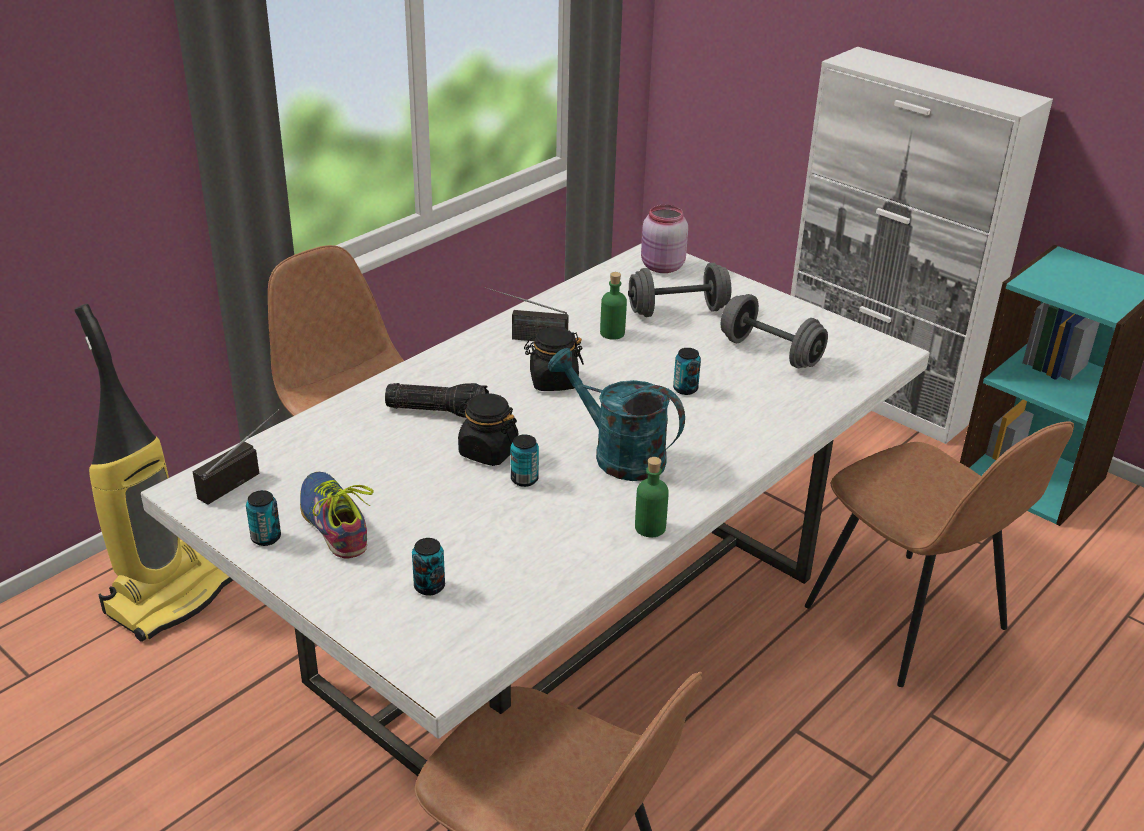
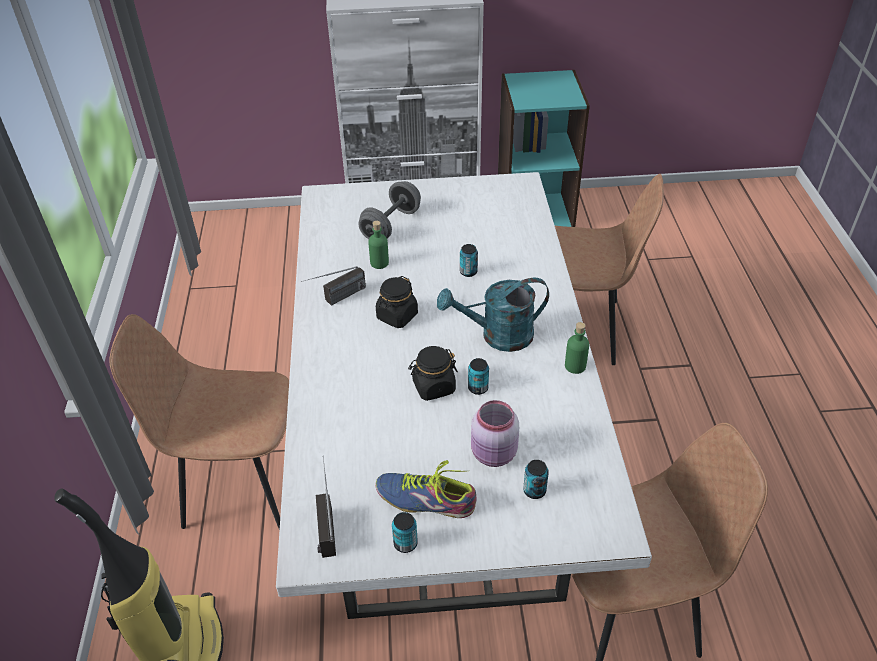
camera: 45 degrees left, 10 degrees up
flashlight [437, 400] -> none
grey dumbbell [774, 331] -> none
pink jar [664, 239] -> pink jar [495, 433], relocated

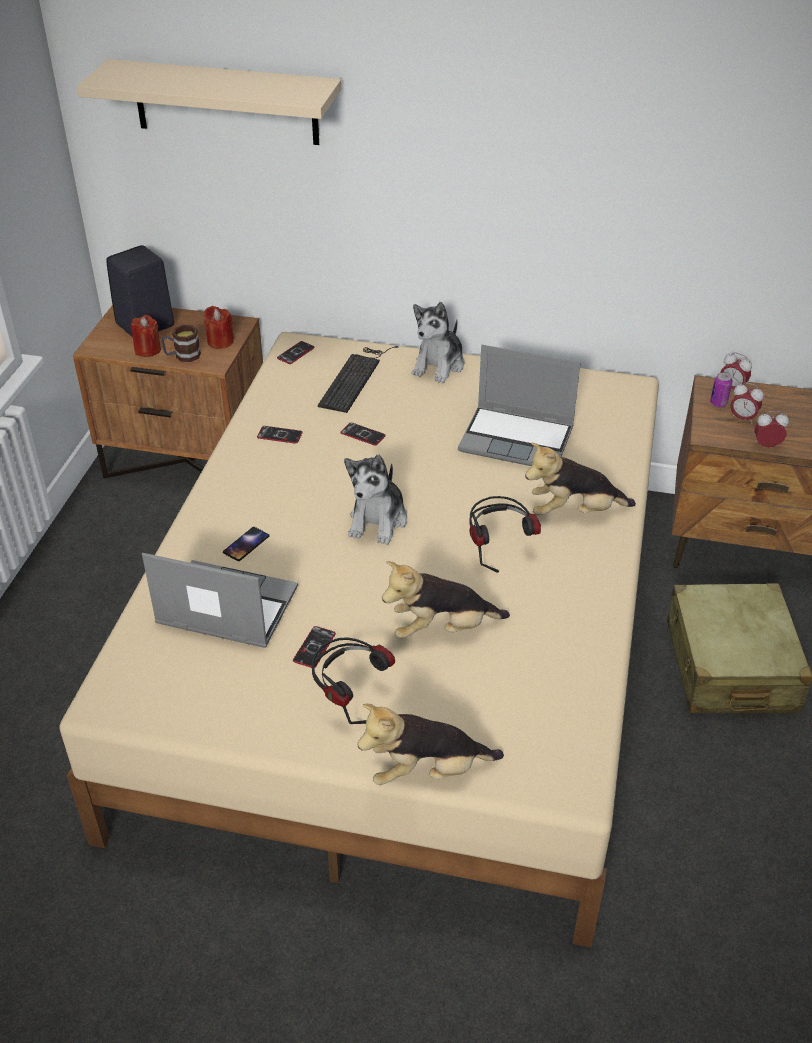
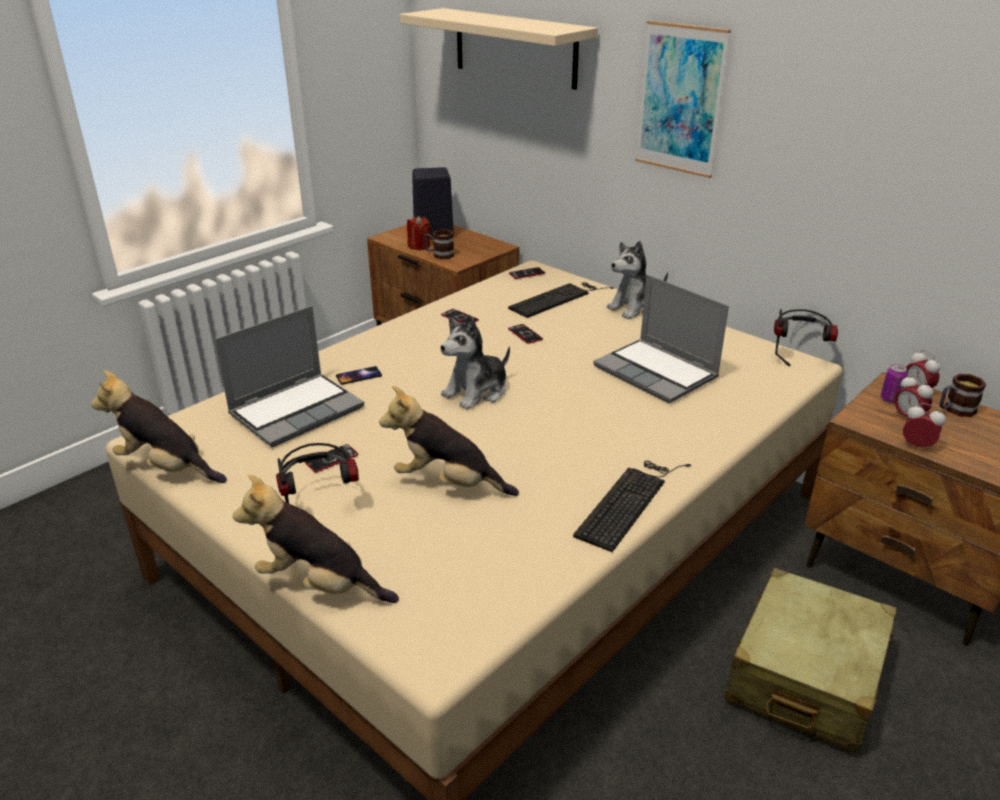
camera: 30 degrees right, 10 degrees down
red candle [219, 327] -> none
none -> keyboard [632, 506]
none -> picture [683, 99]
none -> mug [963, 395]
headphones [505, 534] -> headphones [806, 337], relocated
plush toy [580, 479] -> plush toy [159, 426], relocated
laptop [220, 600] -> laptop [289, 376], 90 degrees clockwise

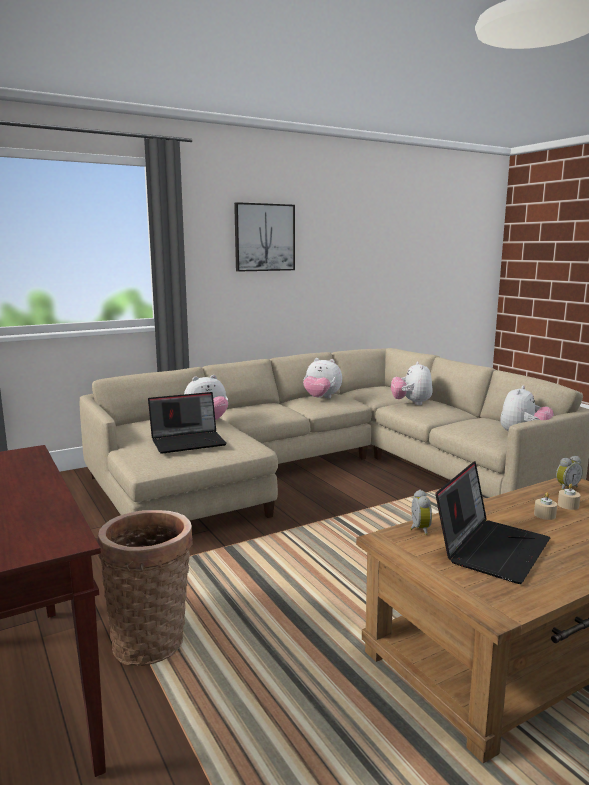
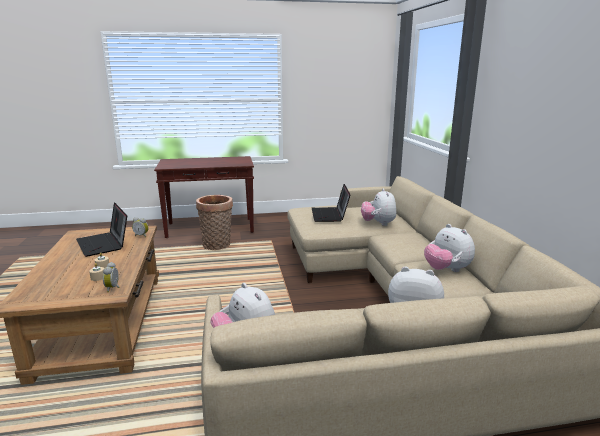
camera: 110 degrees right, 5 degrees up
picture [264, 237] -> none
plush toy [322, 378] -> plush toy [449, 248], 75 degrees counterclockwise

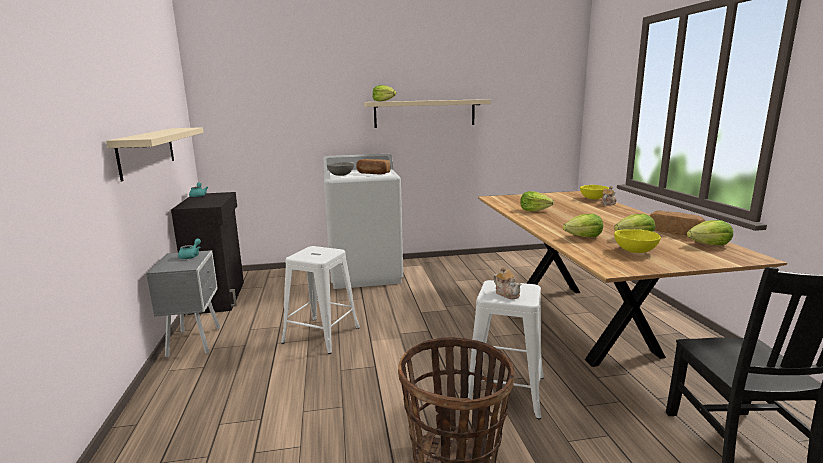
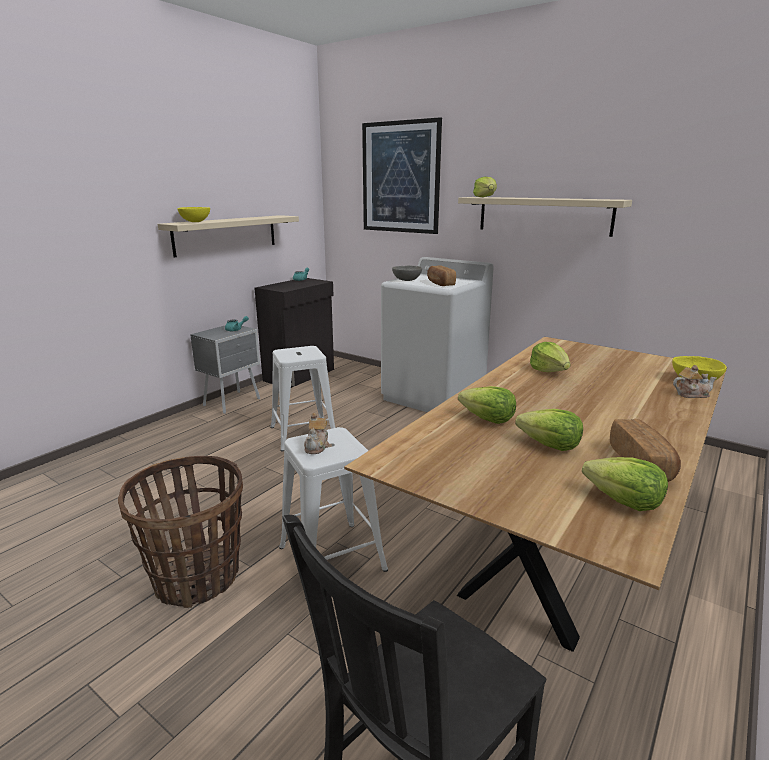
camera: 45 degrees right, 5 degrees up
none -> picture [402, 175]
yellow bowl [637, 241] -> yellow bowl [193, 214], relocated

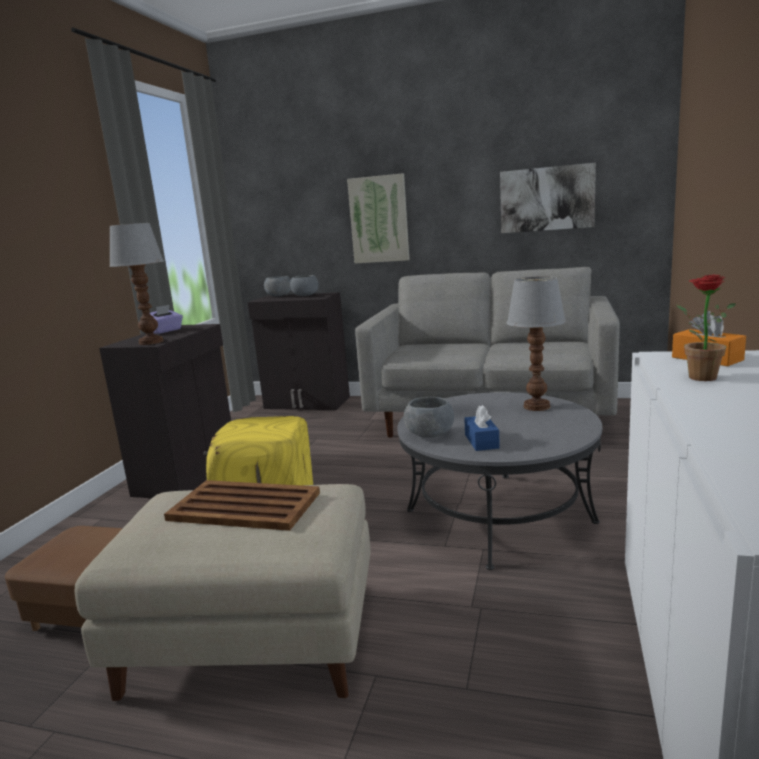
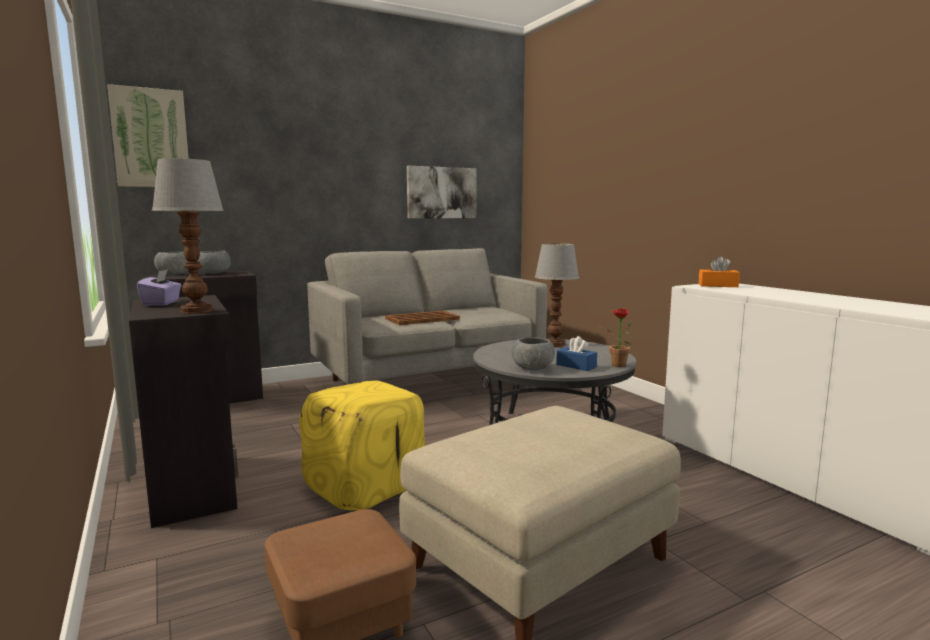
camera: 45 degrees left, 5 degrees down
brown tray [242, 505] -> brown tray [422, 317], relocated
picture [378, 218] -> picture [148, 135], relocated
potted plant [706, 328] -> potted plant [615, 337], relocated

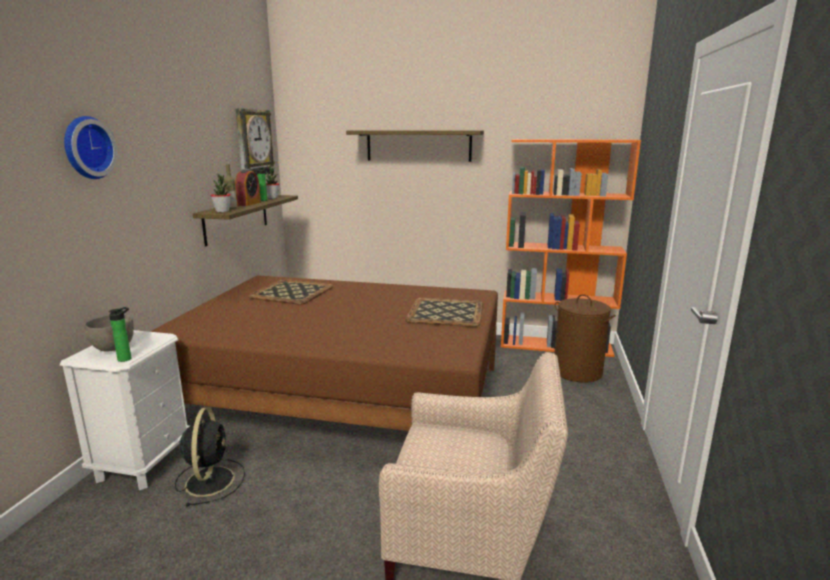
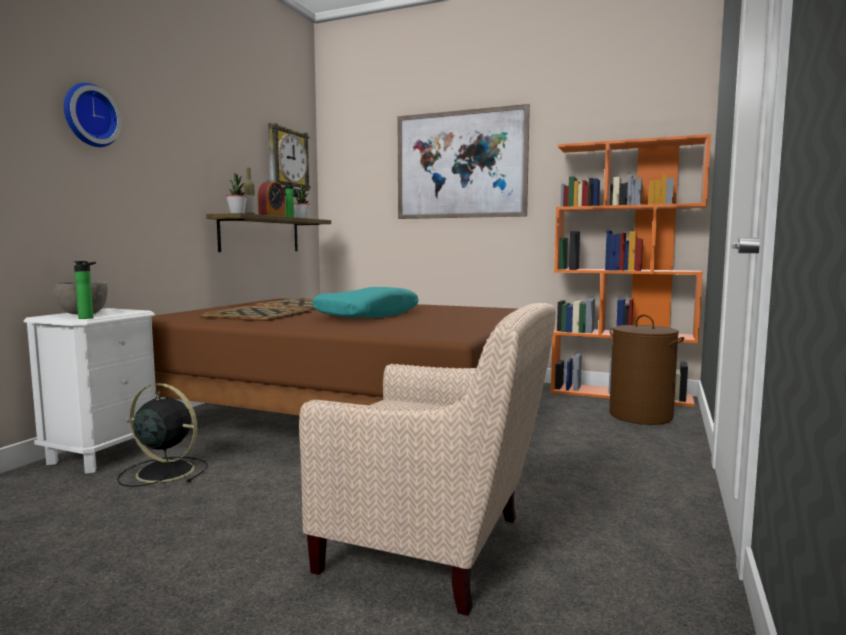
camera: 10 degrees right, 10 degrees down
none -> turquoise pillow [365, 302]
tray [444, 312] -> tray [255, 313], relocated
shelf [415, 146] -> picture [464, 161]
black fan [210, 457] -> black fan [162, 435], 75 degrees counterclockwise

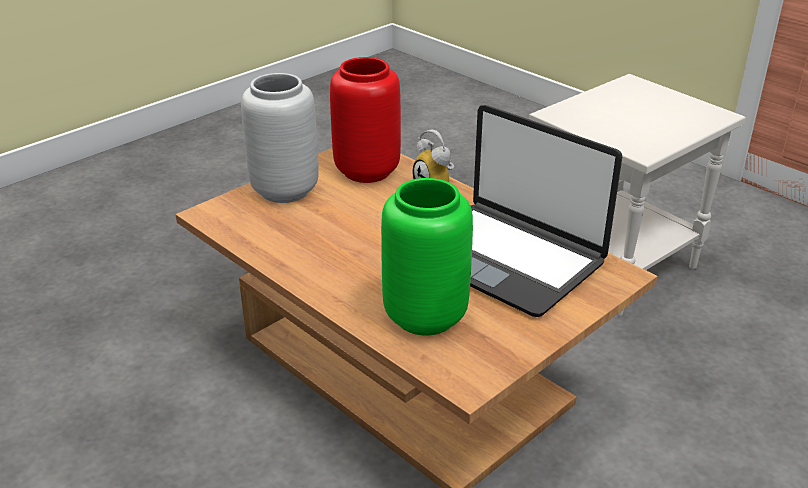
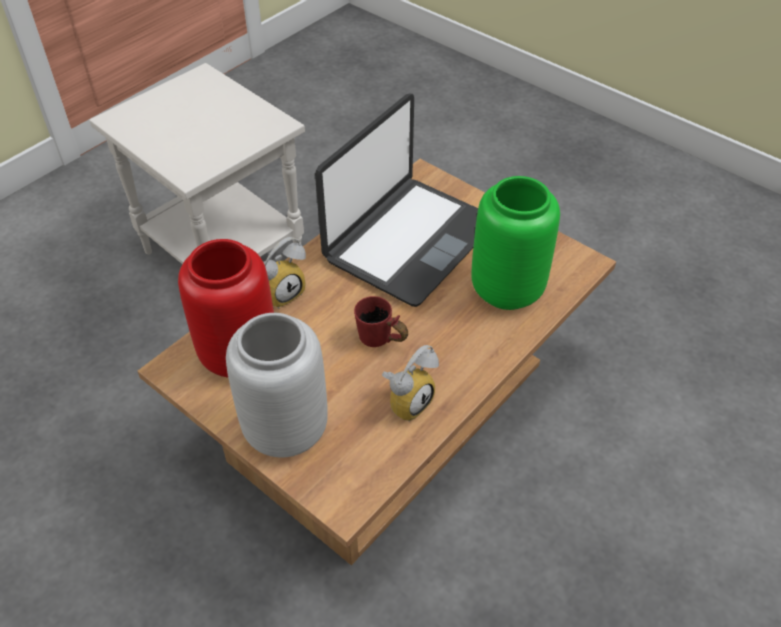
camera: 95 degrees left, 15 degrees up
none -> red mug [381, 321]
none -> alarm clock [410, 383]

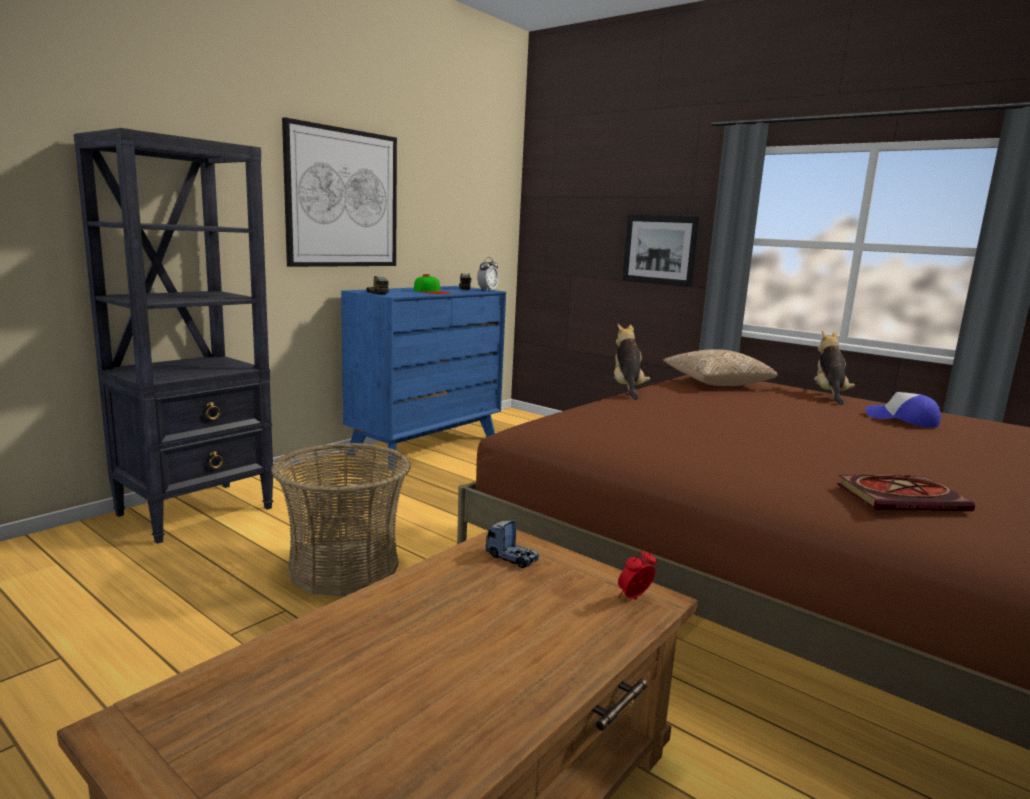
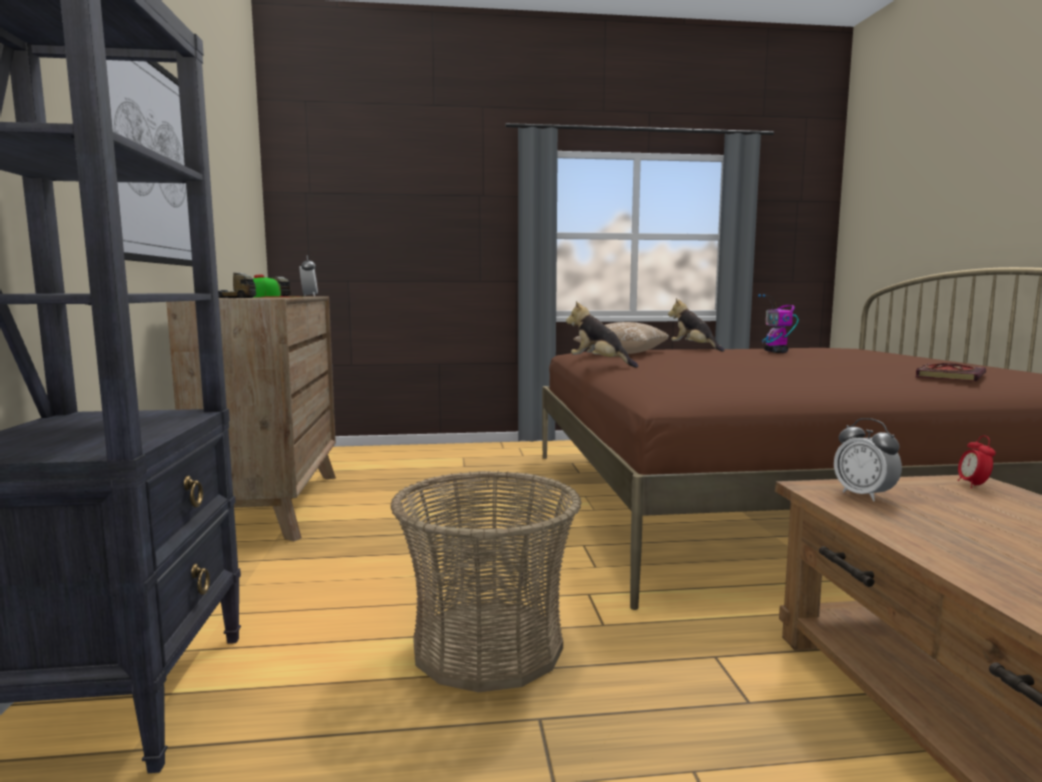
camera: 45 degrees left, 5 degrees down
picture [661, 250] -> none
toy truck [512, 544] -> alarm clock [868, 460]
cap [903, 410] -> toy robot [778, 323]
blue dresser [423, 378] -> brown dresser [251, 419]

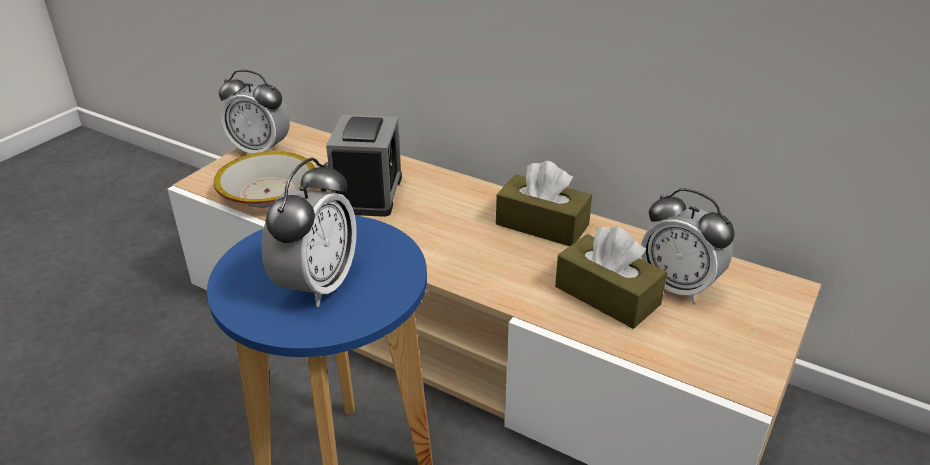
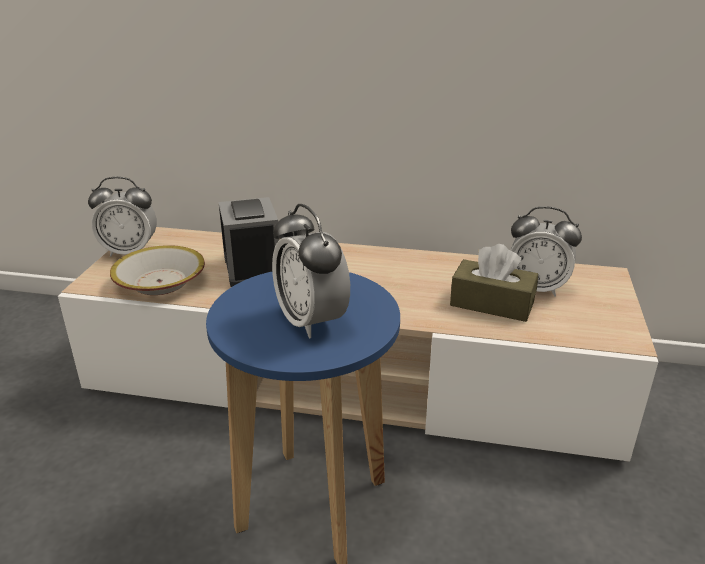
camera: 20 degrees left, 5 degrees down
brown tissue box [544, 203] -> none
alarm clock [309, 232] -> alarm clock [311, 271], 150 degrees clockwise

